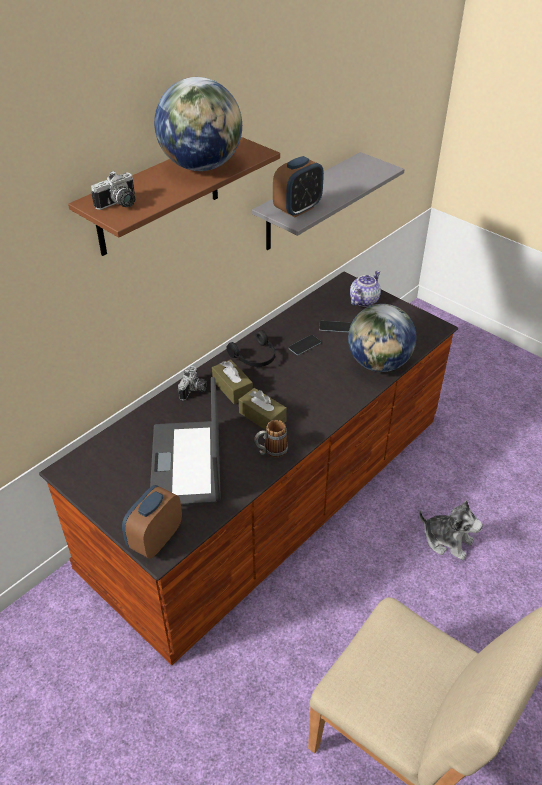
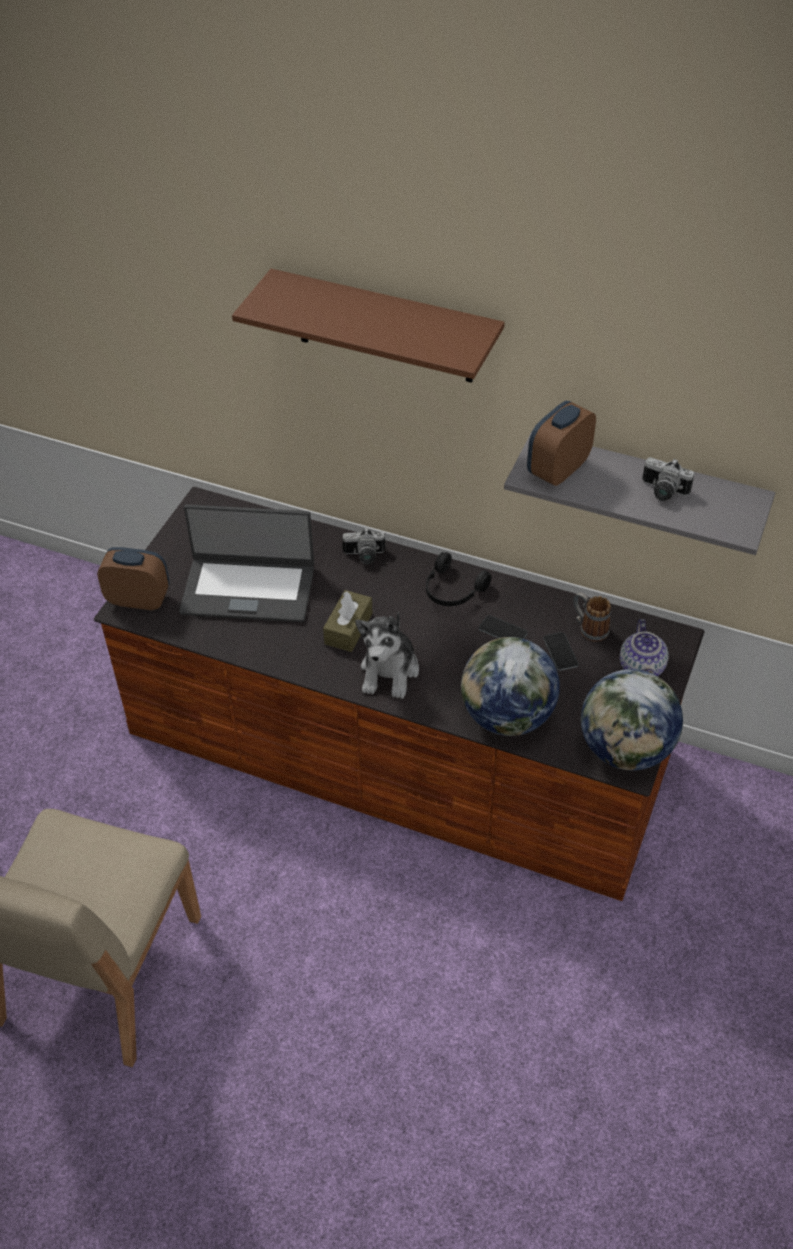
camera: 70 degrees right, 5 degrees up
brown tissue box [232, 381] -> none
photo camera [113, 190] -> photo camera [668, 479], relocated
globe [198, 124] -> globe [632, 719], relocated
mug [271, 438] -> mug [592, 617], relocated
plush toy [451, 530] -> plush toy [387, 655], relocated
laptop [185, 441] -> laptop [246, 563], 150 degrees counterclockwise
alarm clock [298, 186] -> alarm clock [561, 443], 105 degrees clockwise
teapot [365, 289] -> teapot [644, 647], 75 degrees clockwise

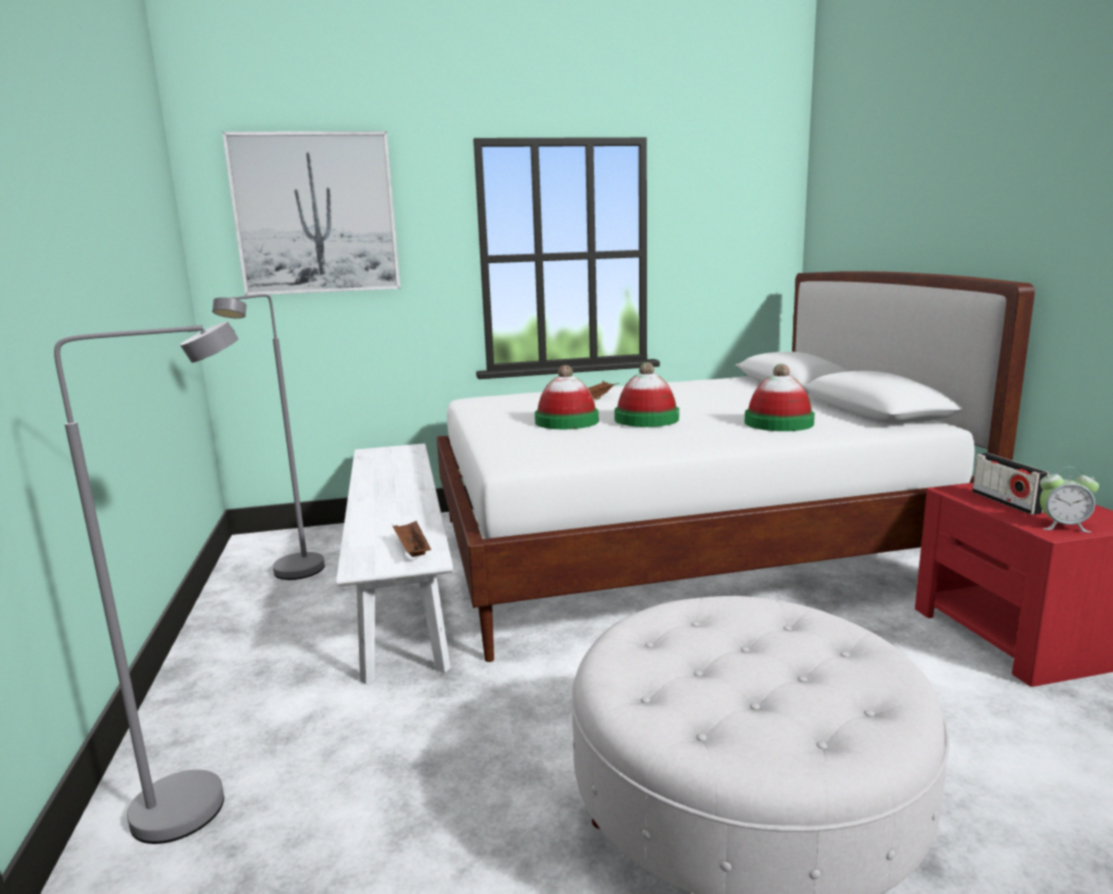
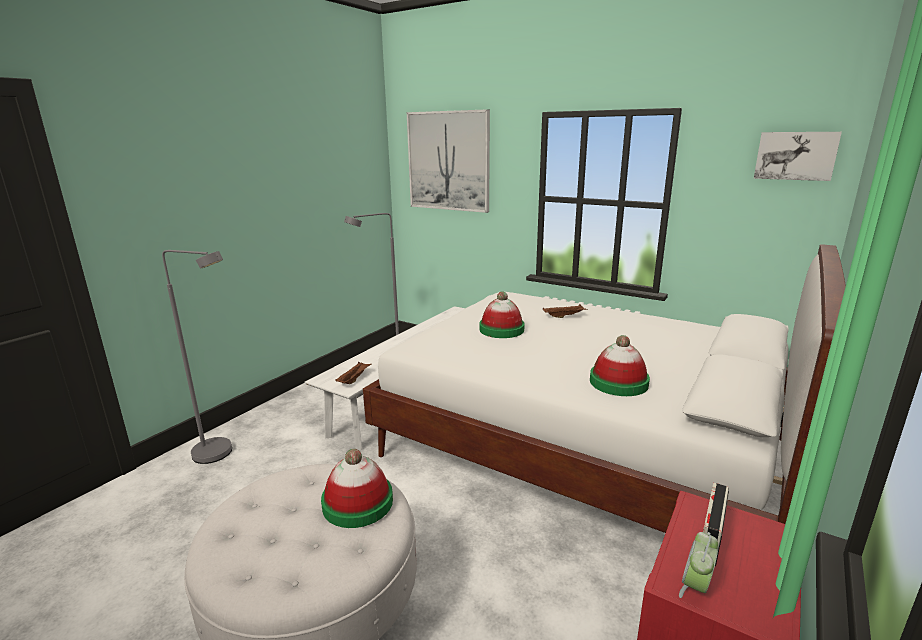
camera: 45 degrees right, 5 degrees up
none -> picture [798, 156]
hat [646, 394] -> hat [357, 488], relocated
alarm clock [1069, 500] -> alarm clock [698, 565], 60 degrees clockwise

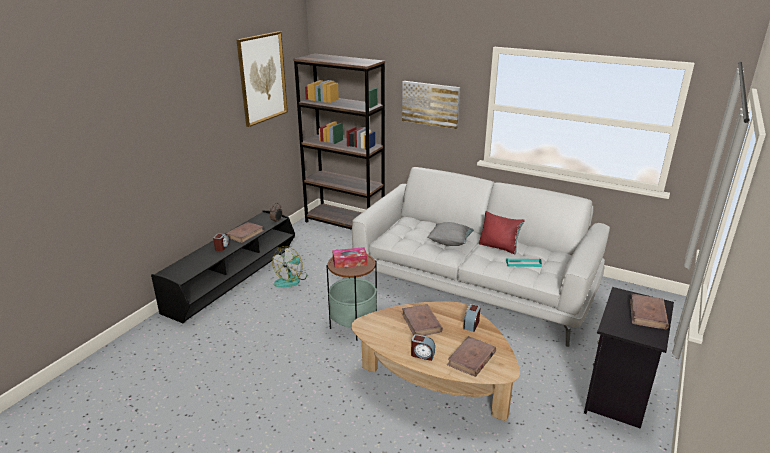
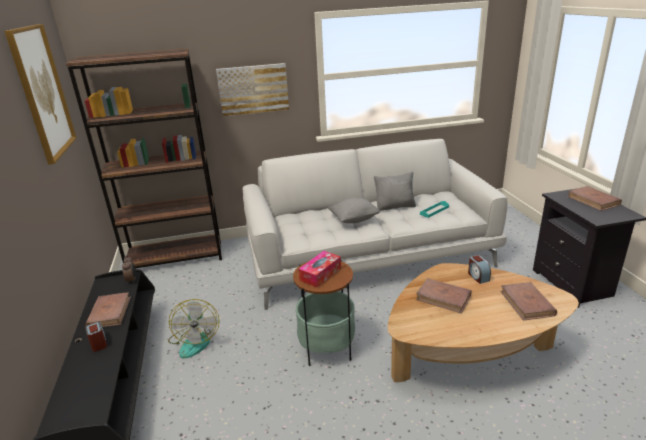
camera: 40 degrees left, 0 degrees up
alarm clock [423, 347] -> none
red pillow [502, 232] -> grey pillow [395, 191]

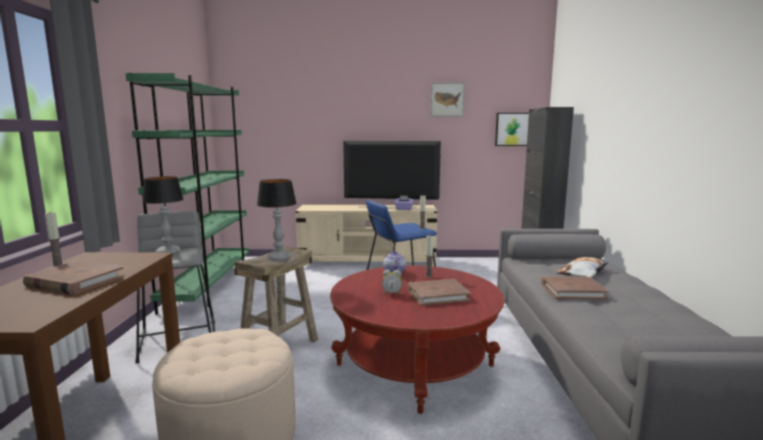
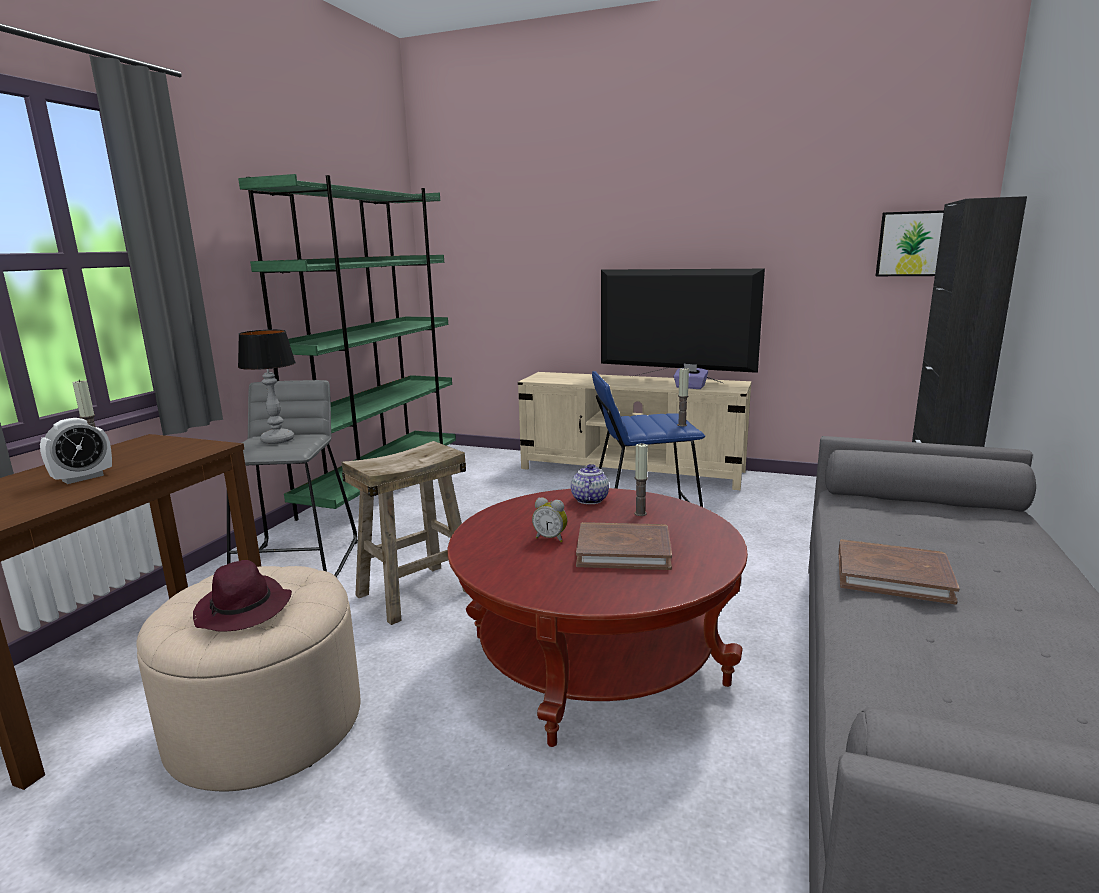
camera: 20 degrees right, 5 degrees up
table lamp [277, 220] -> none
picture [448, 100] -> none
pillow [582, 267] -> none
none -> purple hat [242, 596]
brown book [73, 277] -> alarm clock [76, 451]

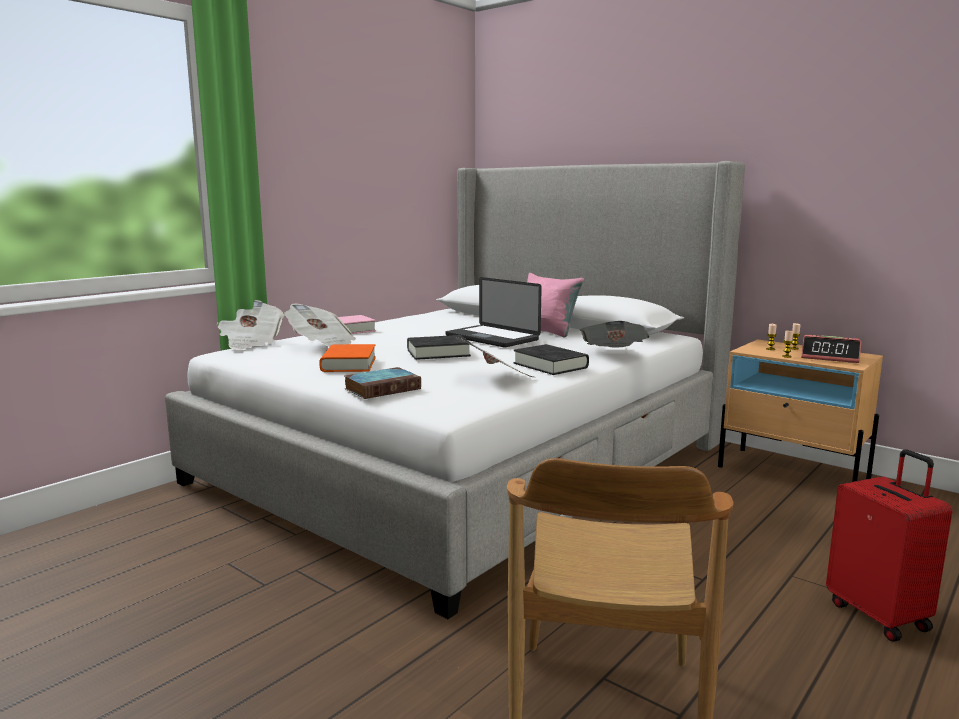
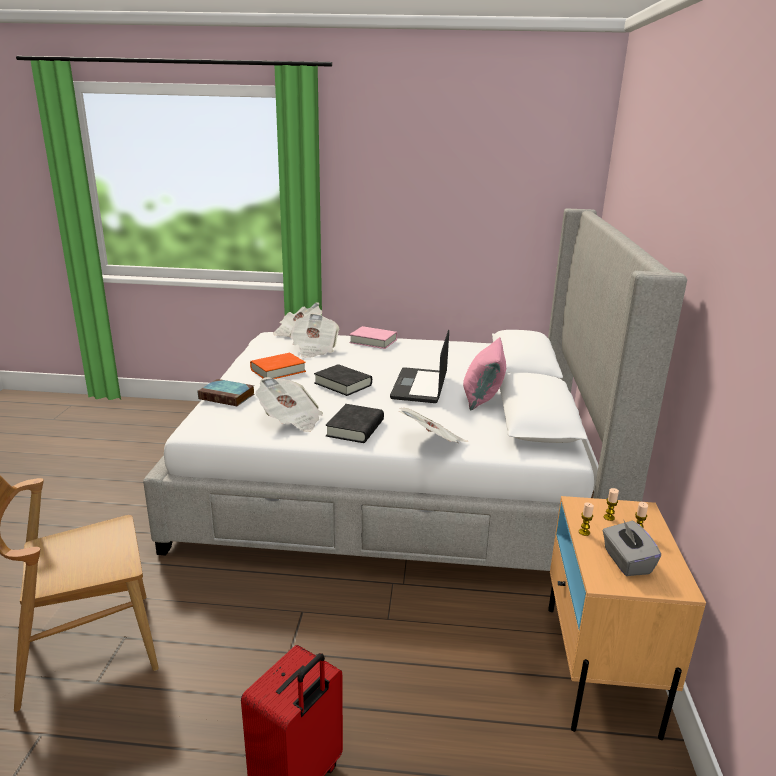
camera: 55 degrees right, 10 degrees up
alarm clock [831, 349] -> grey tissue box [632, 547]

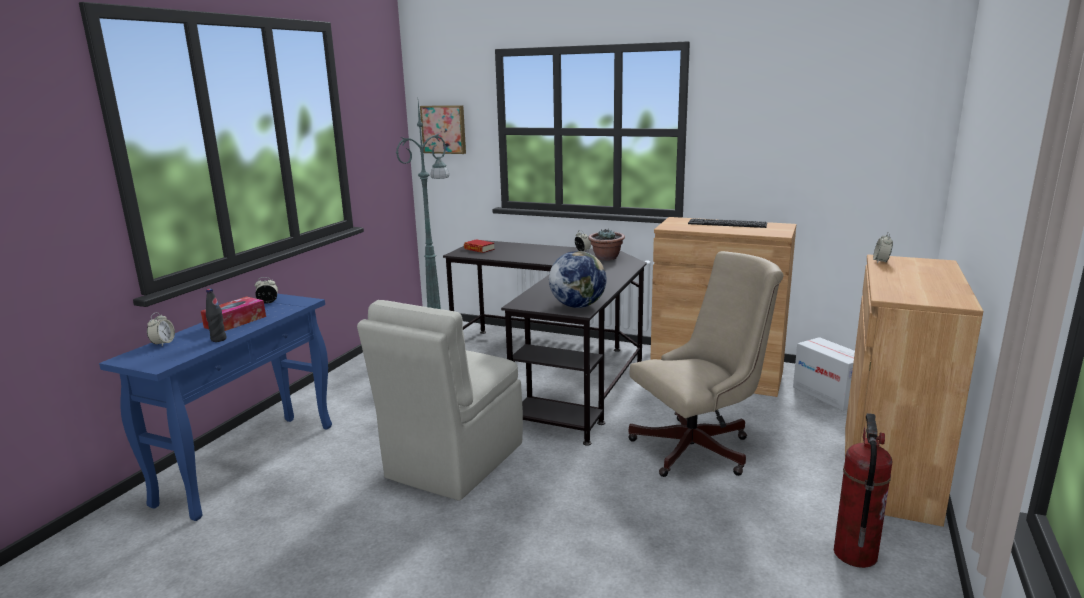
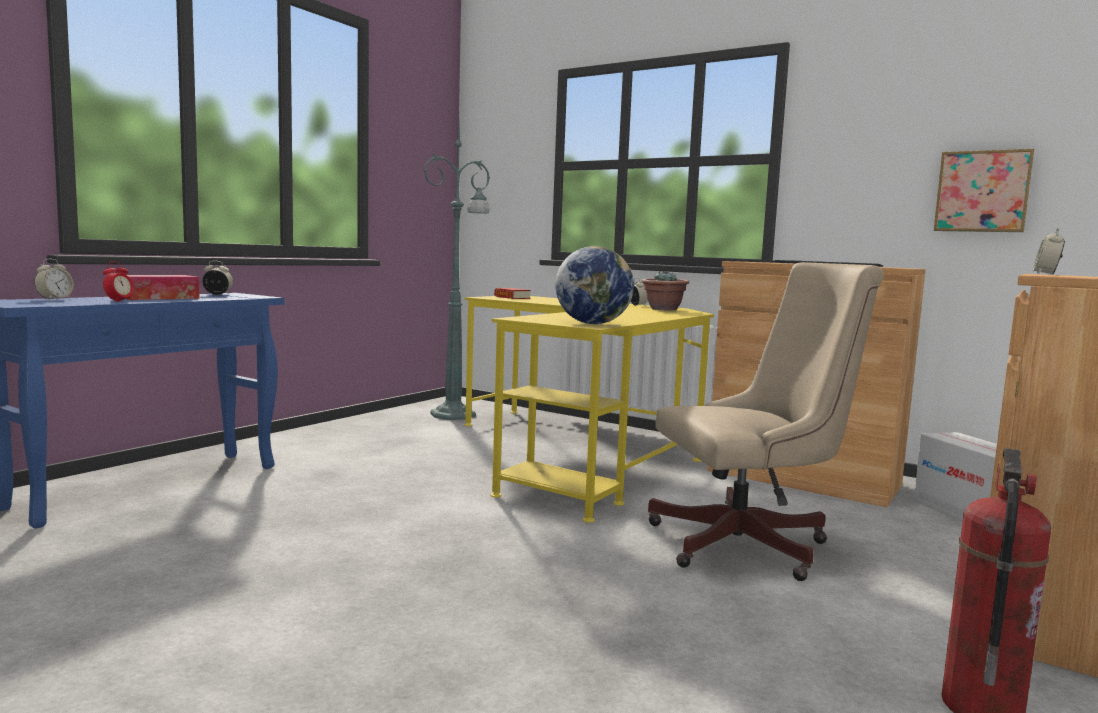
camera: 10 degrees right, 10 degrees down
beige chair [440, 400] -> none
picture [443, 129] -> picture [984, 190], relocated
black bottle [216, 315] -> alarm clock [118, 281]
black desk [545, 343] -> yellow desk [589, 409]

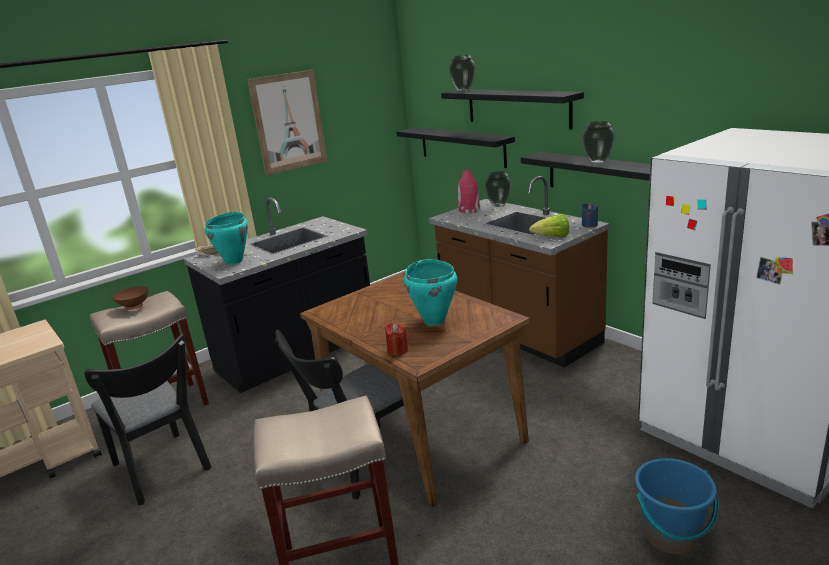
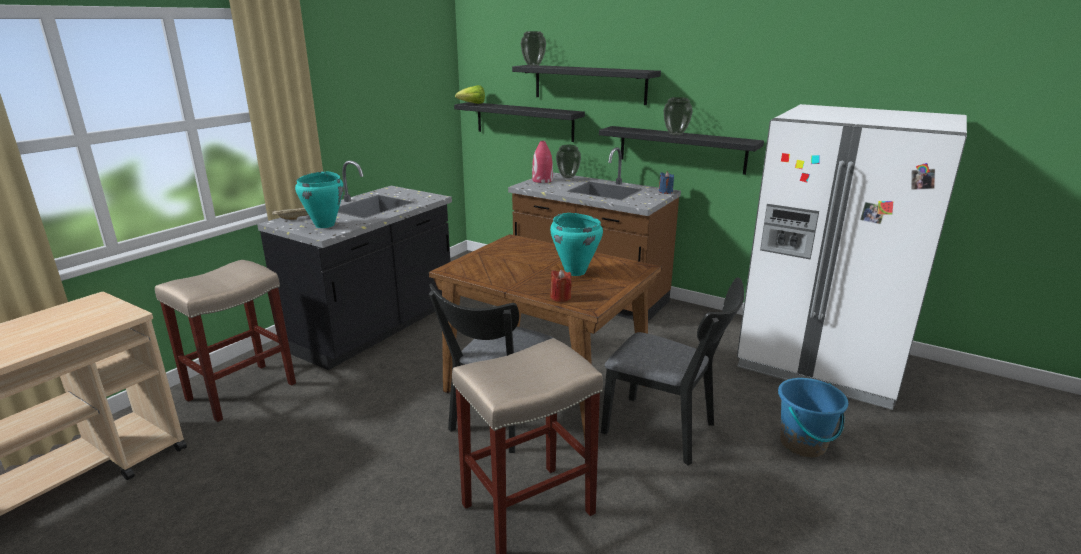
camera: 20 degrees left, 0 degrees up
brown bowl [131, 298] -> none
picture [287, 123] -> none
black chair [148, 420] -> black chair [672, 371], relocated
lettuce [549, 226] -> lettuce [470, 94], relocated

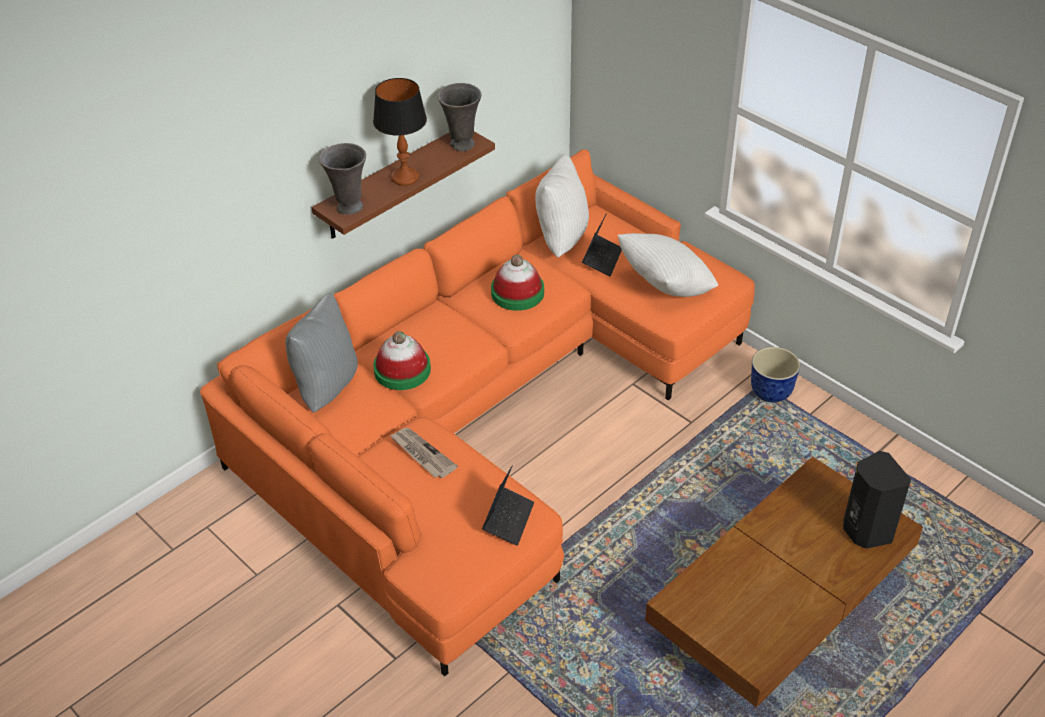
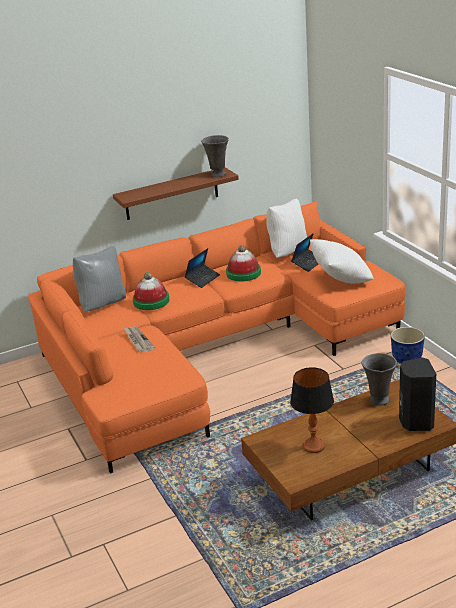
camera: 20 degrees right, 15 degrees down
grey vase [342, 179] -> grey vase [379, 379], relocated
table lamp [400, 132] -> table lamp [312, 410], relocated
laptop [508, 505] -> laptop [202, 268], relocated

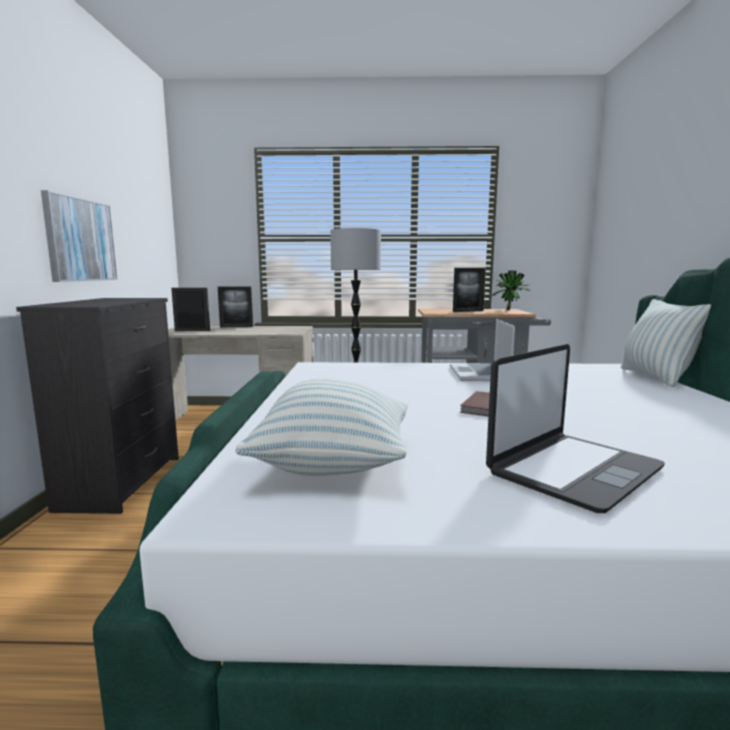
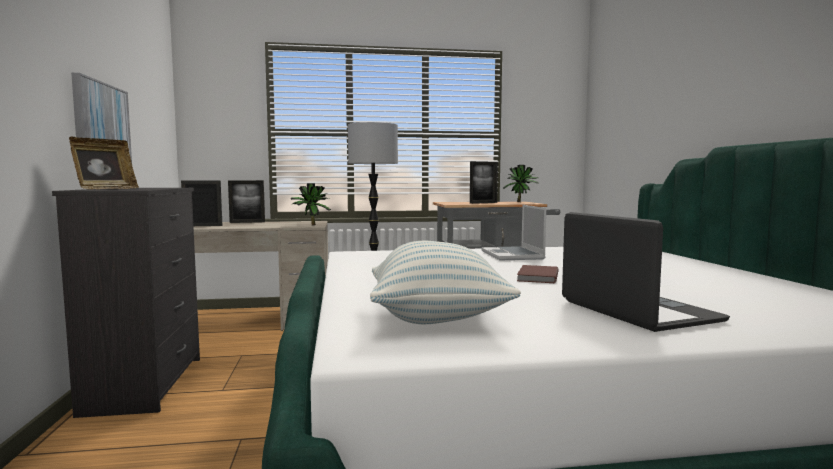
camera: 10 degrees left, 5 degrees down
pillow [666, 343] -> none
none -> picture frame [104, 163]
none -> potted plant [311, 204]
laptop [575, 428] -> laptop [646, 272], 60 degrees counterclockwise

